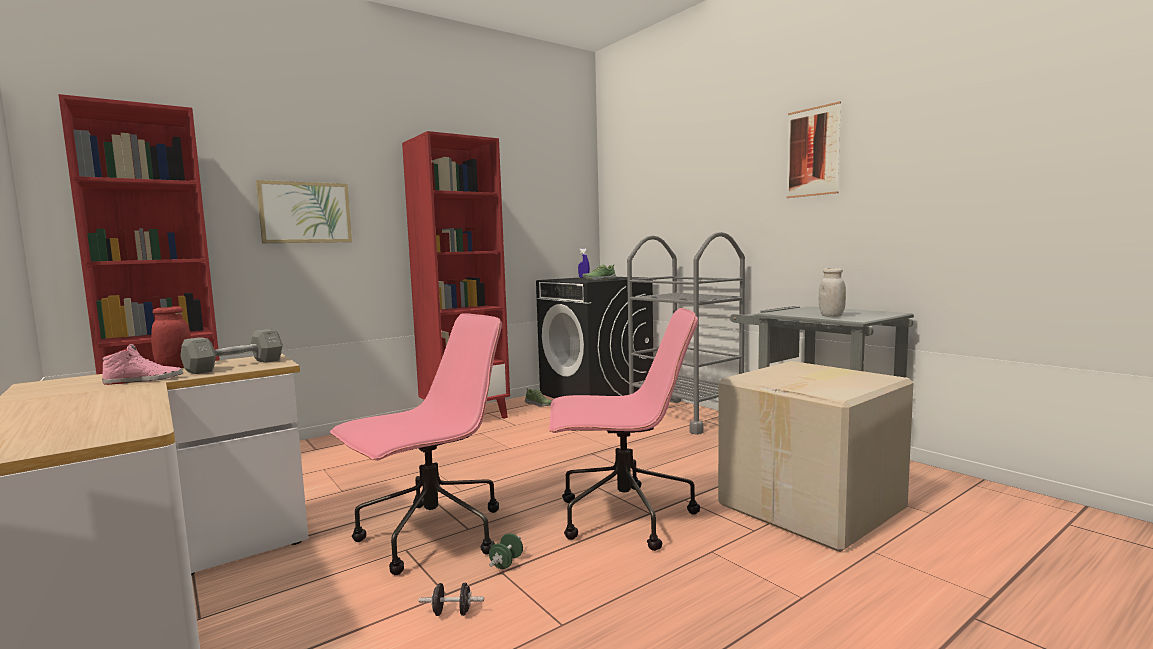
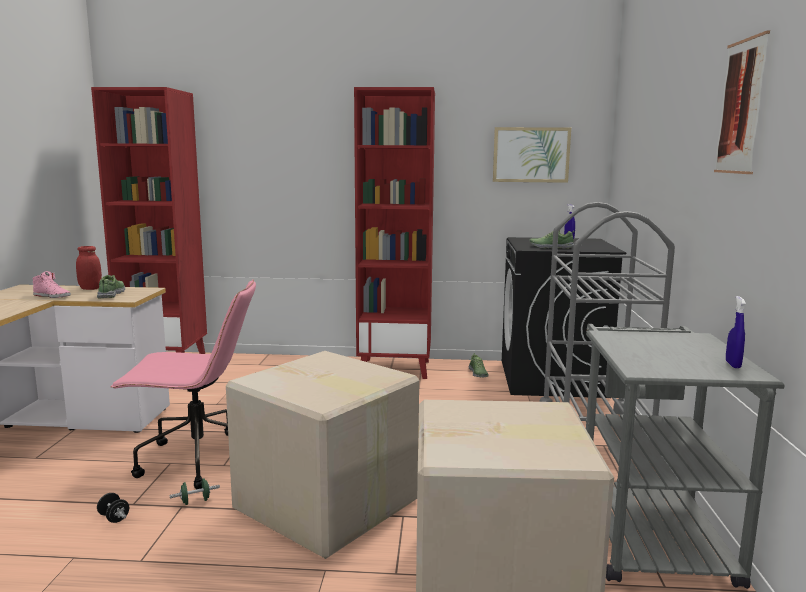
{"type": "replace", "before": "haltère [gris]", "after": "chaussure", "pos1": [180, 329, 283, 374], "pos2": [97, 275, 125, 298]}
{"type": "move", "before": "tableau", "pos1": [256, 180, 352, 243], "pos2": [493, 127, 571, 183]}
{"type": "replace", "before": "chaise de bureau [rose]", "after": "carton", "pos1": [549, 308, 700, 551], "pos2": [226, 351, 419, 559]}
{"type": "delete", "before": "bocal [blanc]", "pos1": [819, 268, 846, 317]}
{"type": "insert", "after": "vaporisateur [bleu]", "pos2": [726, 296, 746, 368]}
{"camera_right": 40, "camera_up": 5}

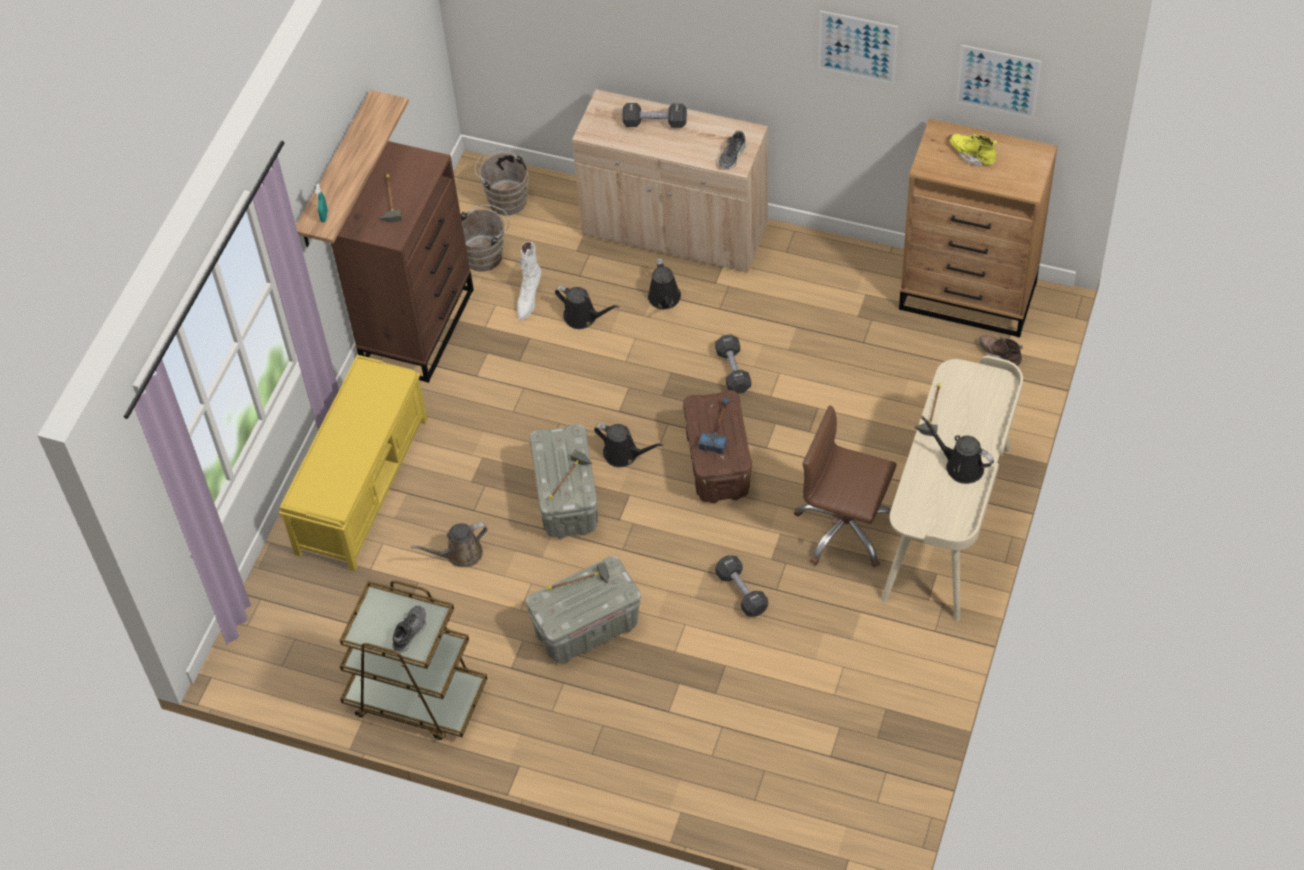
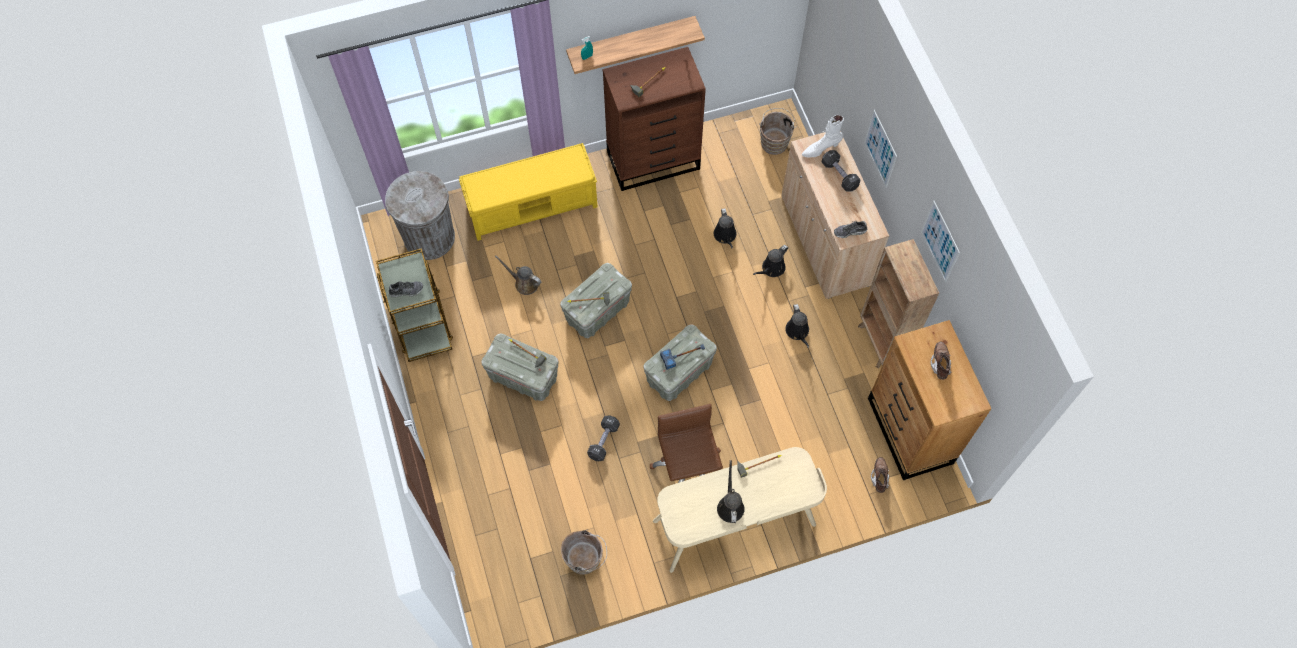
{"type": "move", "before": "seau [marron]", "pos1": [461, 205, 509, 271], "pos2": [561, 530, 607, 575]}
{"type": "move", "before": "botte [blanc]", "pos1": [517, 242, 541, 320], "pos2": [802, 115, 844, 158]}
{"type": "move", "before": "arrosoir [noir]", "pos1": [594, 423, 663, 467], "pos2": [785, 304, 809, 348]}
{"type": "recolor", "before": "boîte de rangement [marron]", "after": "boîte de rangement [gris]", "pos1": [683, 390, 752, 503], "pos2": [644, 324, 717, 401]}
{"type": "delete", "before": "haltère [noir]", "pos1": [715, 335, 751, 394]}
{"type": "recolor", "before": "botte [jaune]", "after": "botte [marron]", "pos1": [950, 134, 997, 167], "pos2": [931, 342, 951, 380]}
{"type": "move", "before": "tableau", "pos1": [956, 45, 1042, 119], "pos2": [864, 110, 897, 188]}
{"type": "insert", "after": "poubelle [gris]", "pos2": [385, 171, 455, 260]}
{"type": "insert", "after": "bibliothèque [marron]", "pos2": [858, 239, 939, 369]}
{"camera_right": 50, "camera_up": 10}

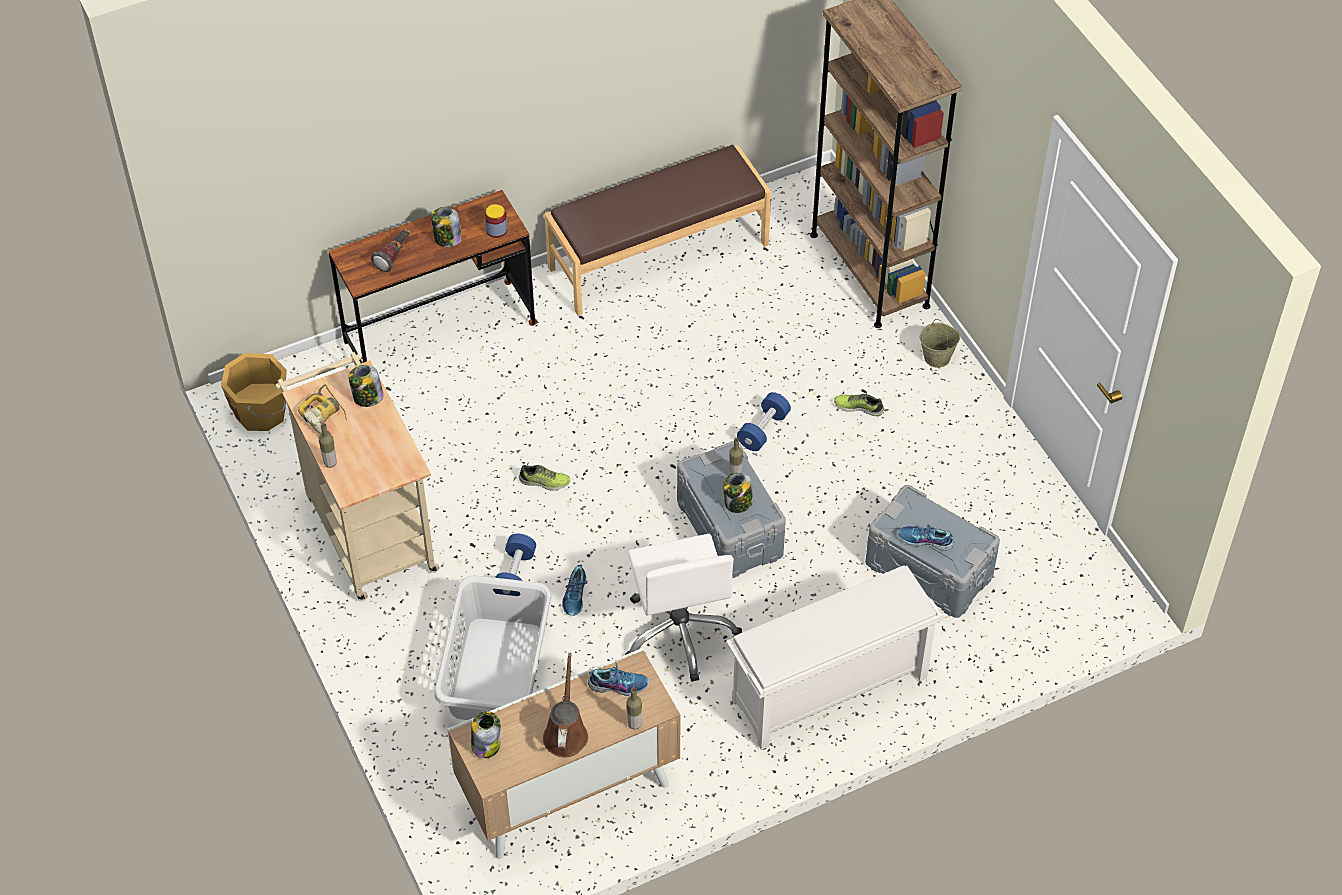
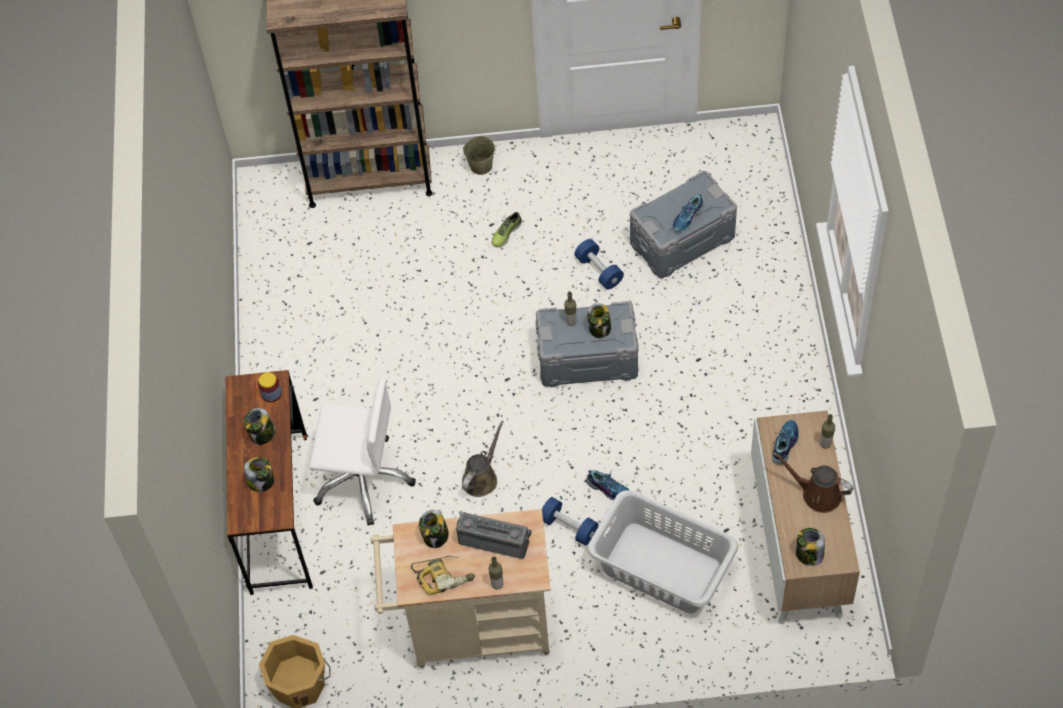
{"type": "replace", "before": "lampe de poche", "after": "bocal", "pos1": [371, 229, 410, 272], "pos2": [244, 457, 274, 492]}
{"type": "replace", "before": "chaussure", "after": "arrosoir [marron]", "pos1": [519, 465, 570, 491], "pos2": [462, 421, 504, 497]}
{"type": "delete", "before": "banc [marron]", "pos1": [545, 145, 771, 316]}
{"type": "move", "before": "chaise de bureau [blanc]", "pos1": [625, 534, 742, 682], "pos2": [309, 376, 416, 525]}
{"type": "delete", "before": "étagère à chaussures [blanc]", "pos1": [726, 565, 943, 750]}
{"type": "move", "before": "haltère [bleu]", "pos1": [737, 392, 791, 451], "pos2": [574, 239, 624, 289]}
{"type": "insert", "after": "radio", "pos2": [456, 512, 532, 559]}
{"camera_right": -65, "camera_up": 5}

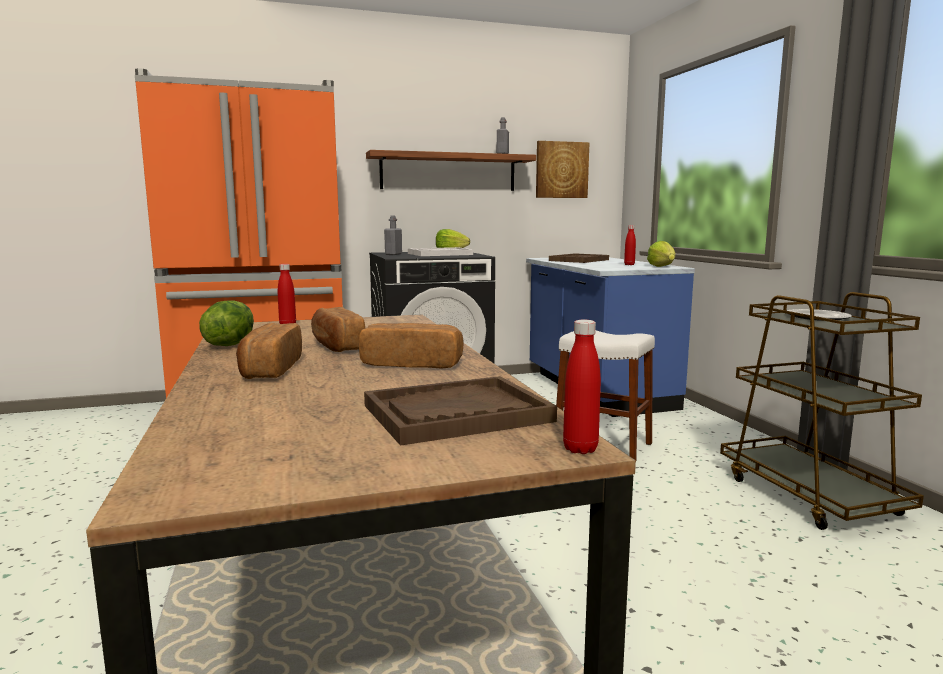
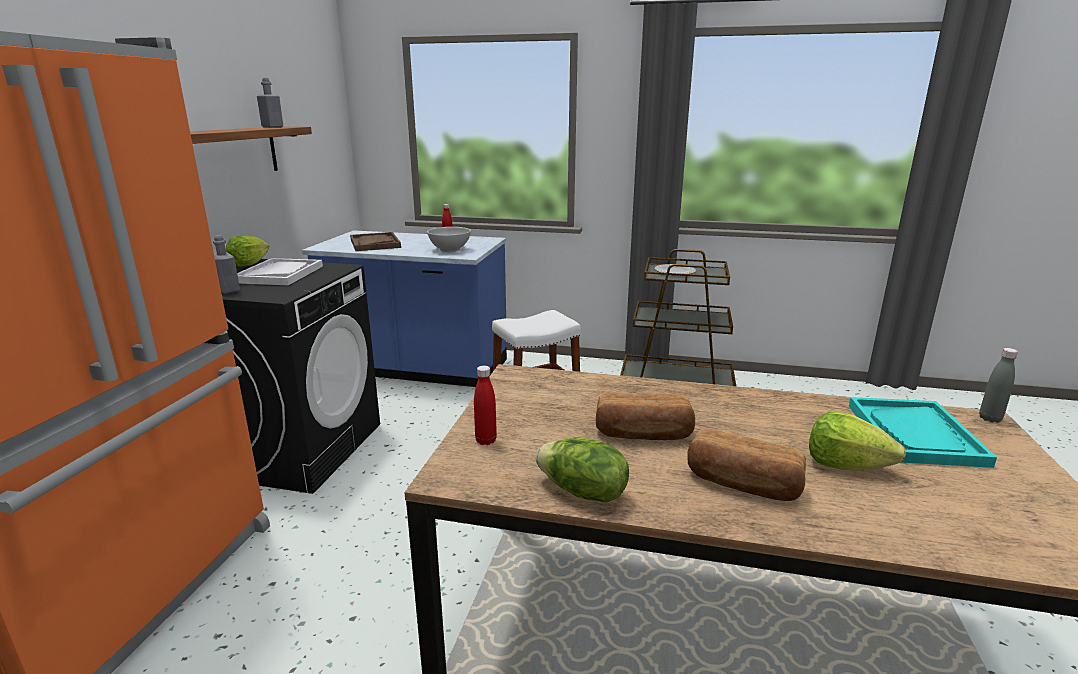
{"type": "delete", "before": "pain", "pos1": [359, 323, 463, 369]}
{"type": "recolor", "before": "plateau [marron]", "after": "plateau [turquoise]", "pos1": [364, 376, 557, 446], "pos2": [849, 397, 997, 468]}
{"type": "delete", "before": "tableau", "pos1": [536, 141, 590, 198]}
{"type": "recolor", "before": "bouteille [rouge]", "after": "bouteille [gris]", "pos1": [563, 320, 601, 454], "pos2": [979, 348, 1018, 423]}
{"type": "move", "before": "laitue", "pos1": [647, 241, 675, 267], "pos2": [809, 411, 906, 471]}
{"type": "insert", "after": "bol [blanc]", "pos2": [427, 227, 471, 252]}
{"camera_right": -60, "camera_up": 10}

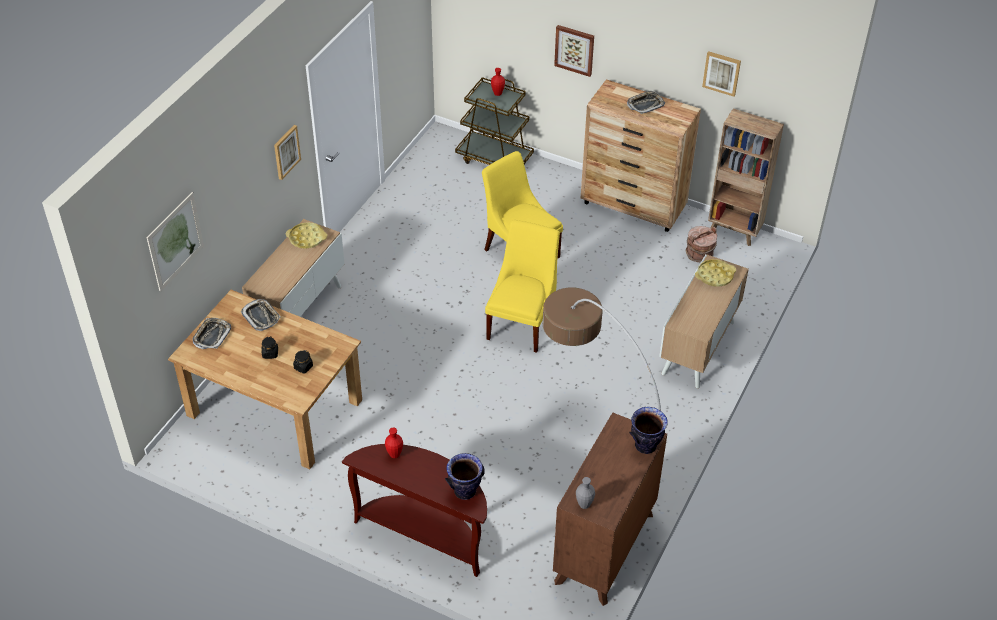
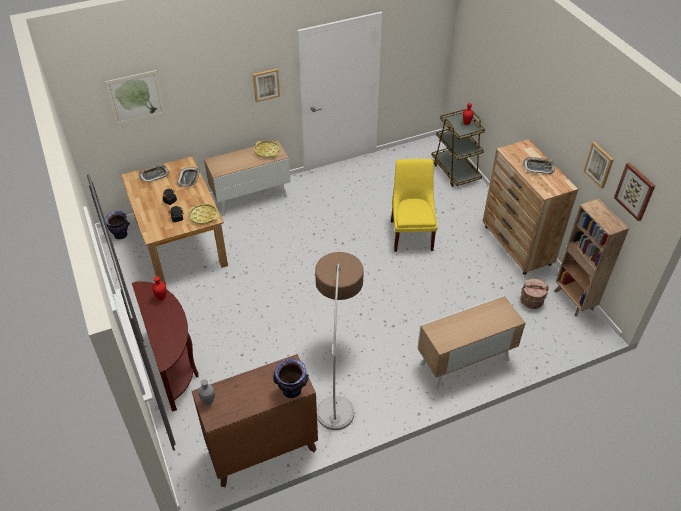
{"type": "move", "before": "vase", "pos1": [445, 453, 485, 500], "pos2": [105, 211, 130, 239]}
{"type": "delete", "before": "chaise [jaune]", "pos1": [485, 220, 560, 353]}
{"type": "move", "before": "tableau", "pos1": [554, 25, 594, 77], "pos2": [614, 163, 655, 221]}
{"type": "move", "before": "plateau [jaune]", "pos1": [695, 259, 736, 287], "pos2": [188, 204, 219, 224]}
{"camera_right": 40, "camera_up": 0}

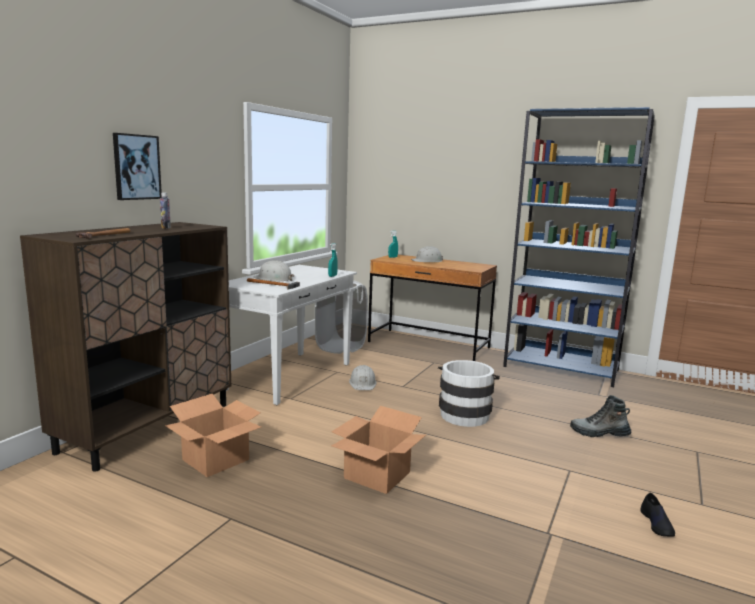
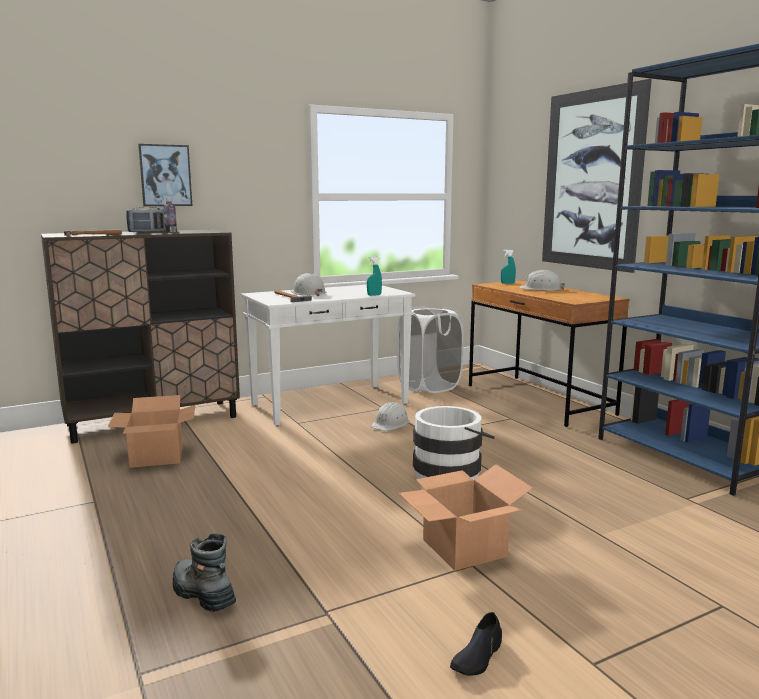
{"type": "move", "before": "carton", "pos1": [331, 406, 426, 494], "pos2": [398, 464, 533, 571]}
{"type": "move", "before": "botte", "pos1": [570, 395, 632, 437], "pos2": [173, 533, 236, 612]}
{"type": "insert", "after": "radio", "pos2": [126, 207, 165, 232]}
{"type": "insert", "after": "tableau", "pos2": [542, 79, 652, 273]}
{"camera_right": 35, "camera_up": 0}

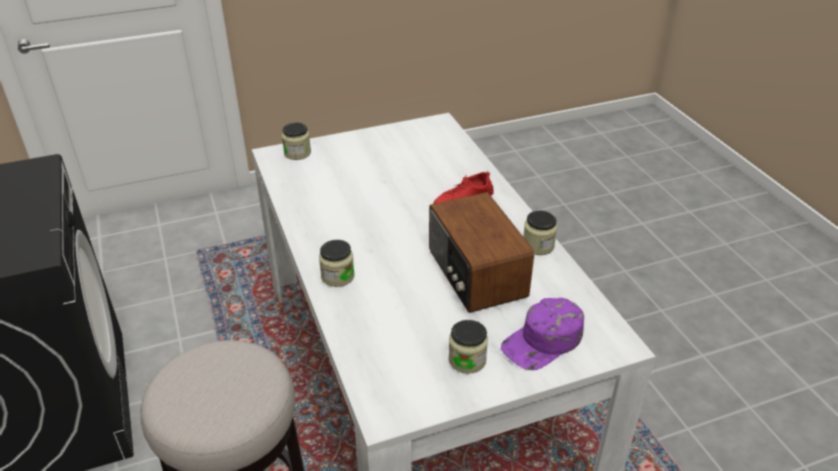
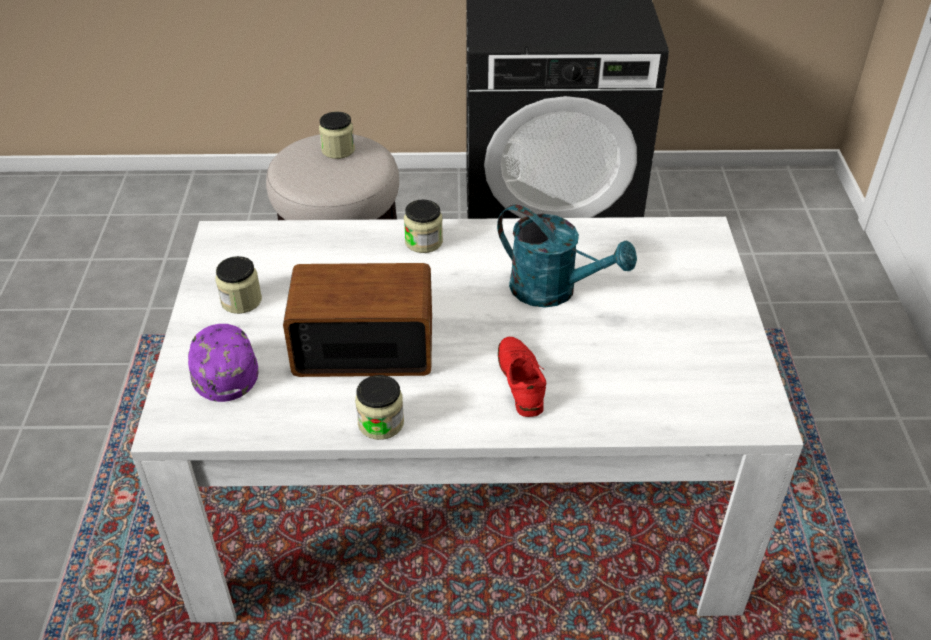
{"type": "move", "before": "bocal", "pos1": [282, 123, 311, 160], "pos2": [319, 112, 355, 159]}
{"type": "insert", "after": "arrosoir [turquoise]", "pos2": [497, 204, 637, 308]}
{"camera_right": 110, "camera_up": 5}

